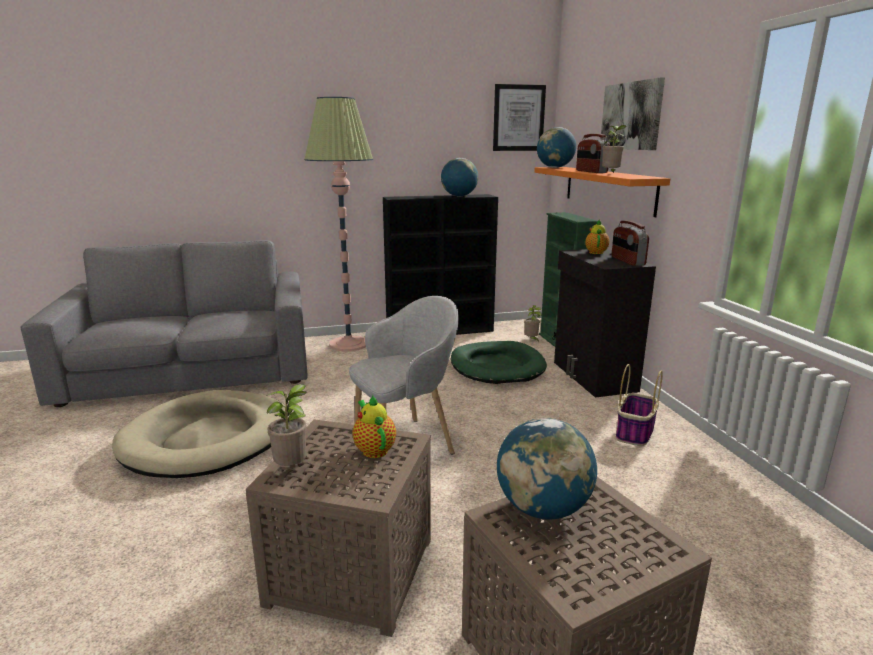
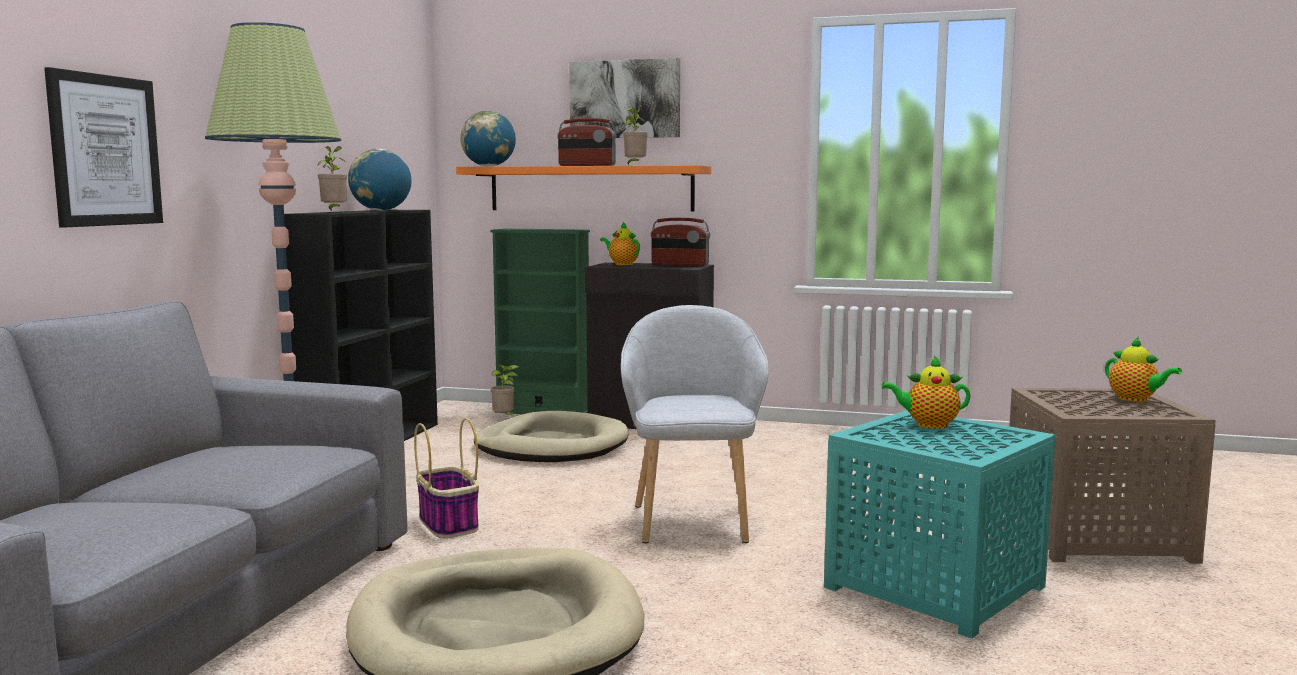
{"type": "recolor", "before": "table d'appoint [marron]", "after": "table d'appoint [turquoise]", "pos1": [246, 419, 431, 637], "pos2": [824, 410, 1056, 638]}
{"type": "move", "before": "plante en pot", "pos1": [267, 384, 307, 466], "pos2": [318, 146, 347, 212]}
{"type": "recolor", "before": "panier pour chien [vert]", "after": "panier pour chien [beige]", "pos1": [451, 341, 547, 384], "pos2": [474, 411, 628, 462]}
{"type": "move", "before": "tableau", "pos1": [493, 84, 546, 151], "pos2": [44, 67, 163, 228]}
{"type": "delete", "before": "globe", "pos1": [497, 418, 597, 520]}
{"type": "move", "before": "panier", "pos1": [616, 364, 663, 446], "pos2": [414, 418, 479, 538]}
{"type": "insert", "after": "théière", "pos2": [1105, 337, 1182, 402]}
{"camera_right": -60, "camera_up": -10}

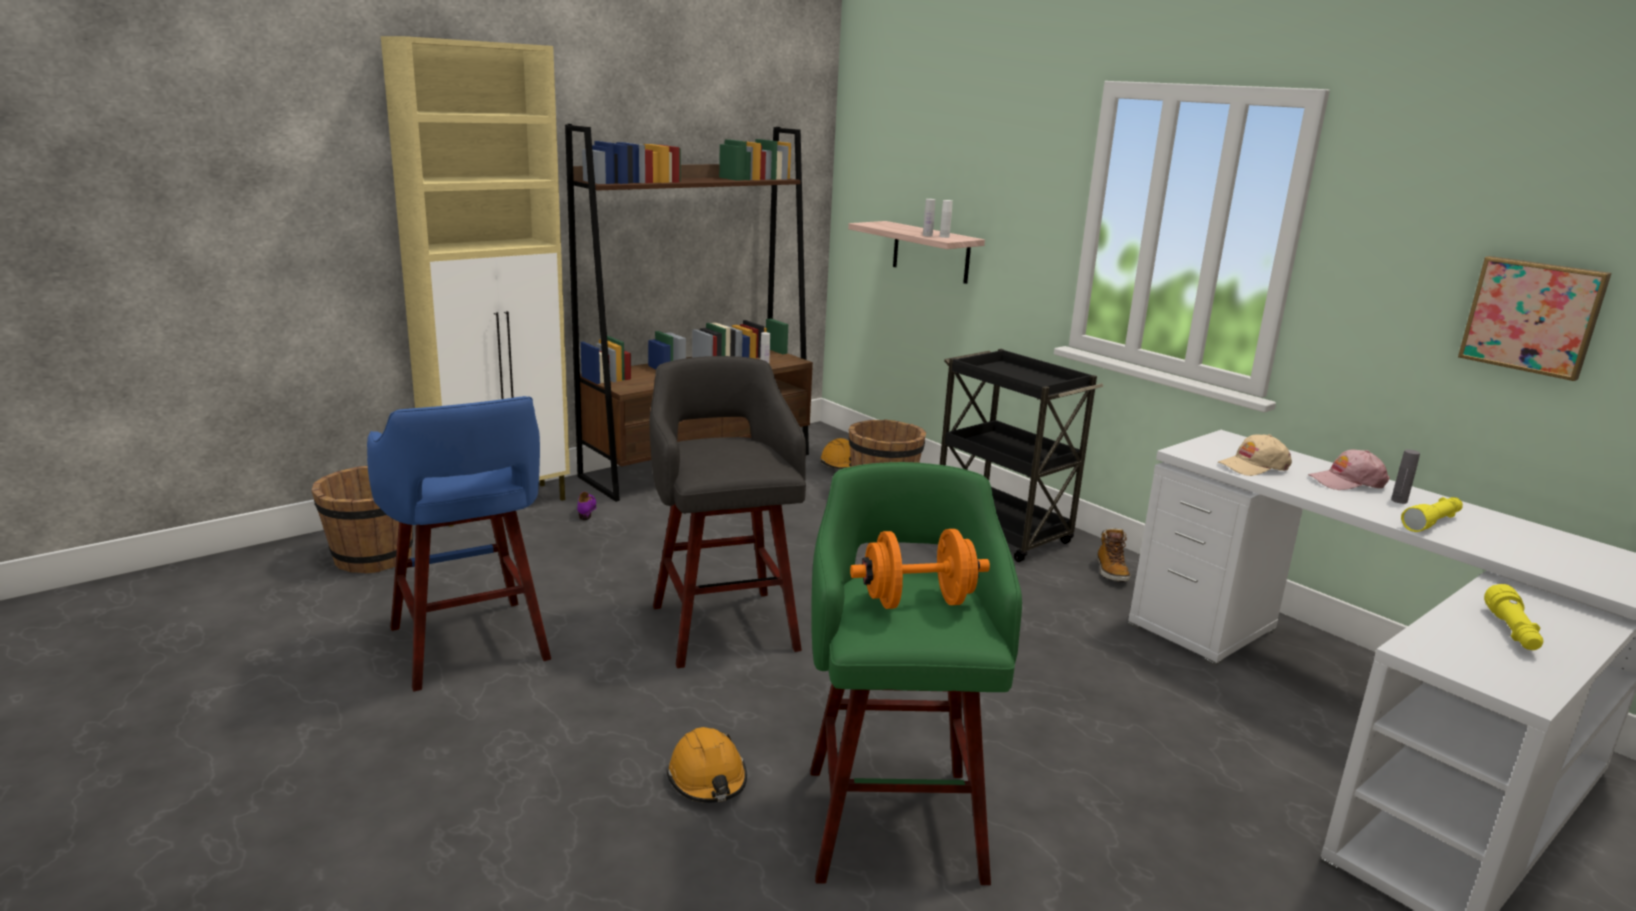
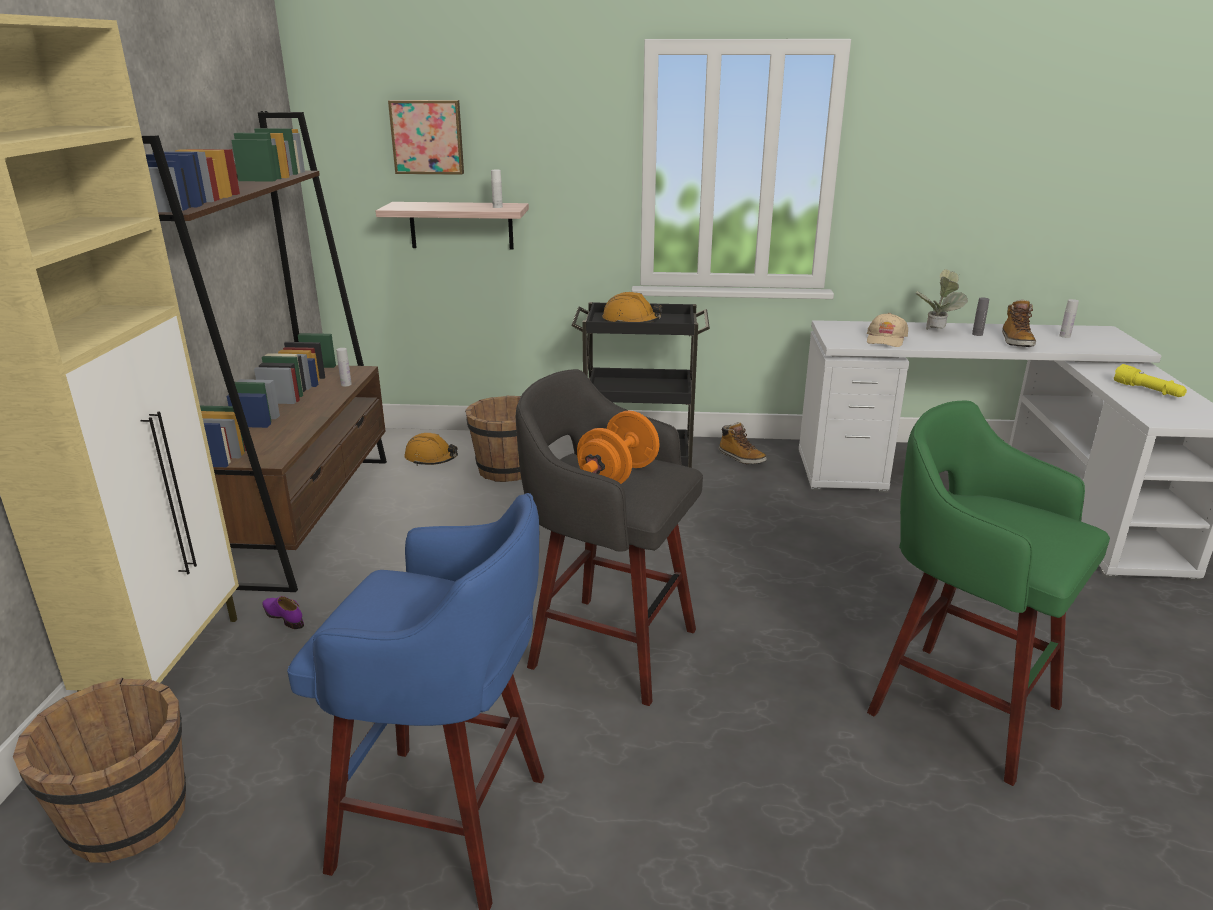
{"type": "move", "before": "casque de chantier [orange]", "pos1": [667, 727, 747, 803], "pos2": [603, 292, 663, 322]}
{"type": "move", "before": "haltère [orange]", "pos1": [850, 529, 990, 609], "pos2": [577, 411, 659, 484]}
{"type": "move", "before": "bouteille [blanc]", "pos1": [923, 199, 935, 236], "pos2": [1059, 299, 1079, 338]}
{"type": "replace", "before": "casquette [rose]", "after": "plante en pot", "pos1": [1308, 450, 1390, 490], "pos2": [915, 269, 968, 330]}
{"type": "replace", "before": "lampe de poche [jaune]", "after": "botte", "pos1": [1401, 497, 1463, 532], "pos2": [1002, 299, 1036, 347]}
{"type": "move", "before": "tableau", "pos1": [1458, 256, 1612, 381], "pos2": [388, 100, 464, 175]}
{"camera_right": -45, "camera_up": 5}

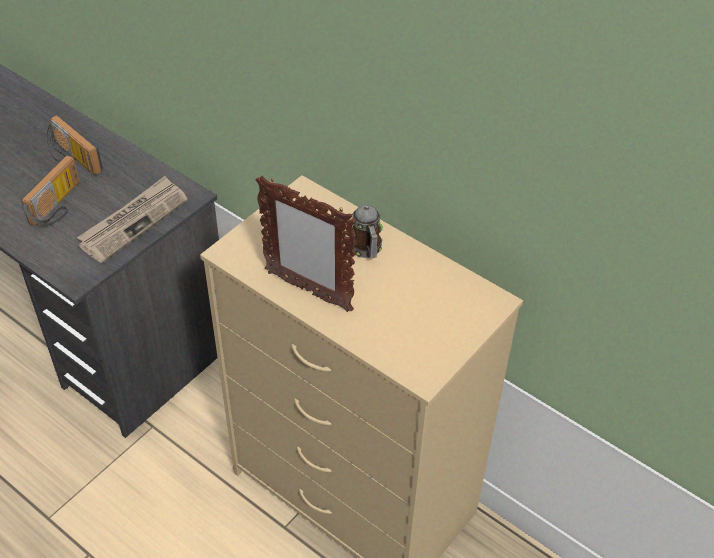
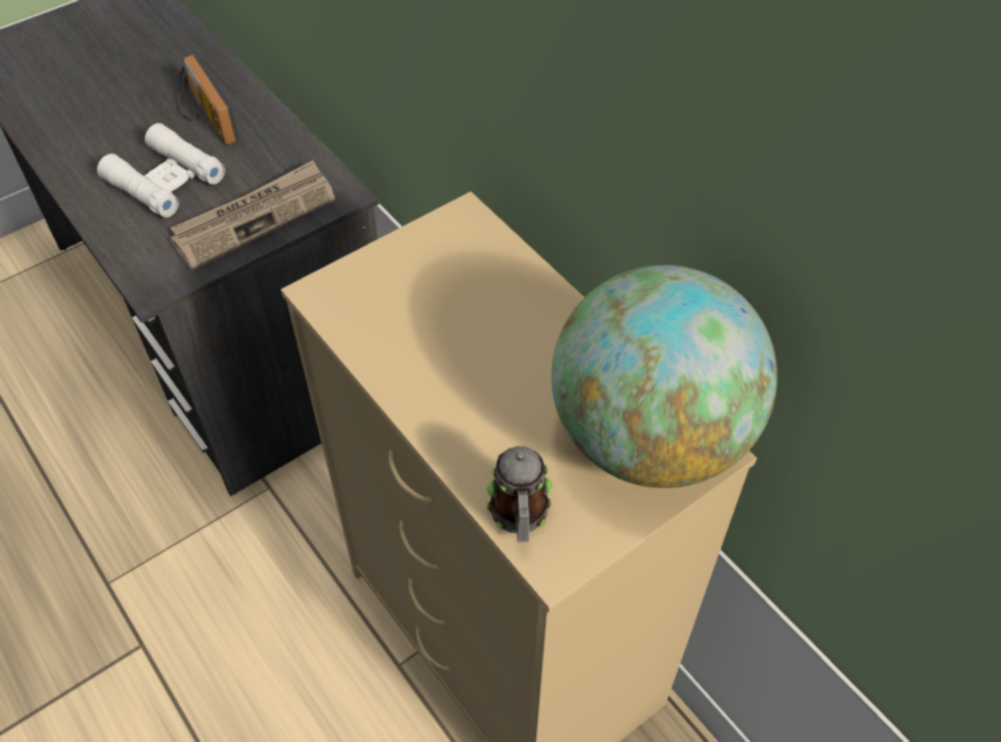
{"type": "replace", "before": "radio", "after": "jumelles [blanc]", "pos1": [21, 155, 80, 226], "pos2": [97, 123, 225, 217]}
{"type": "delete", "before": "cadre photo", "pos1": [255, 176, 356, 312]}
{"type": "move", "before": "mug", "pos1": [352, 204, 383, 258], "pos2": [487, 446, 552, 542]}
{"type": "insert", "after": "globe", "pos2": [551, 265, 777, 488]}
{"camera_right": 15, "camera_up": 5}

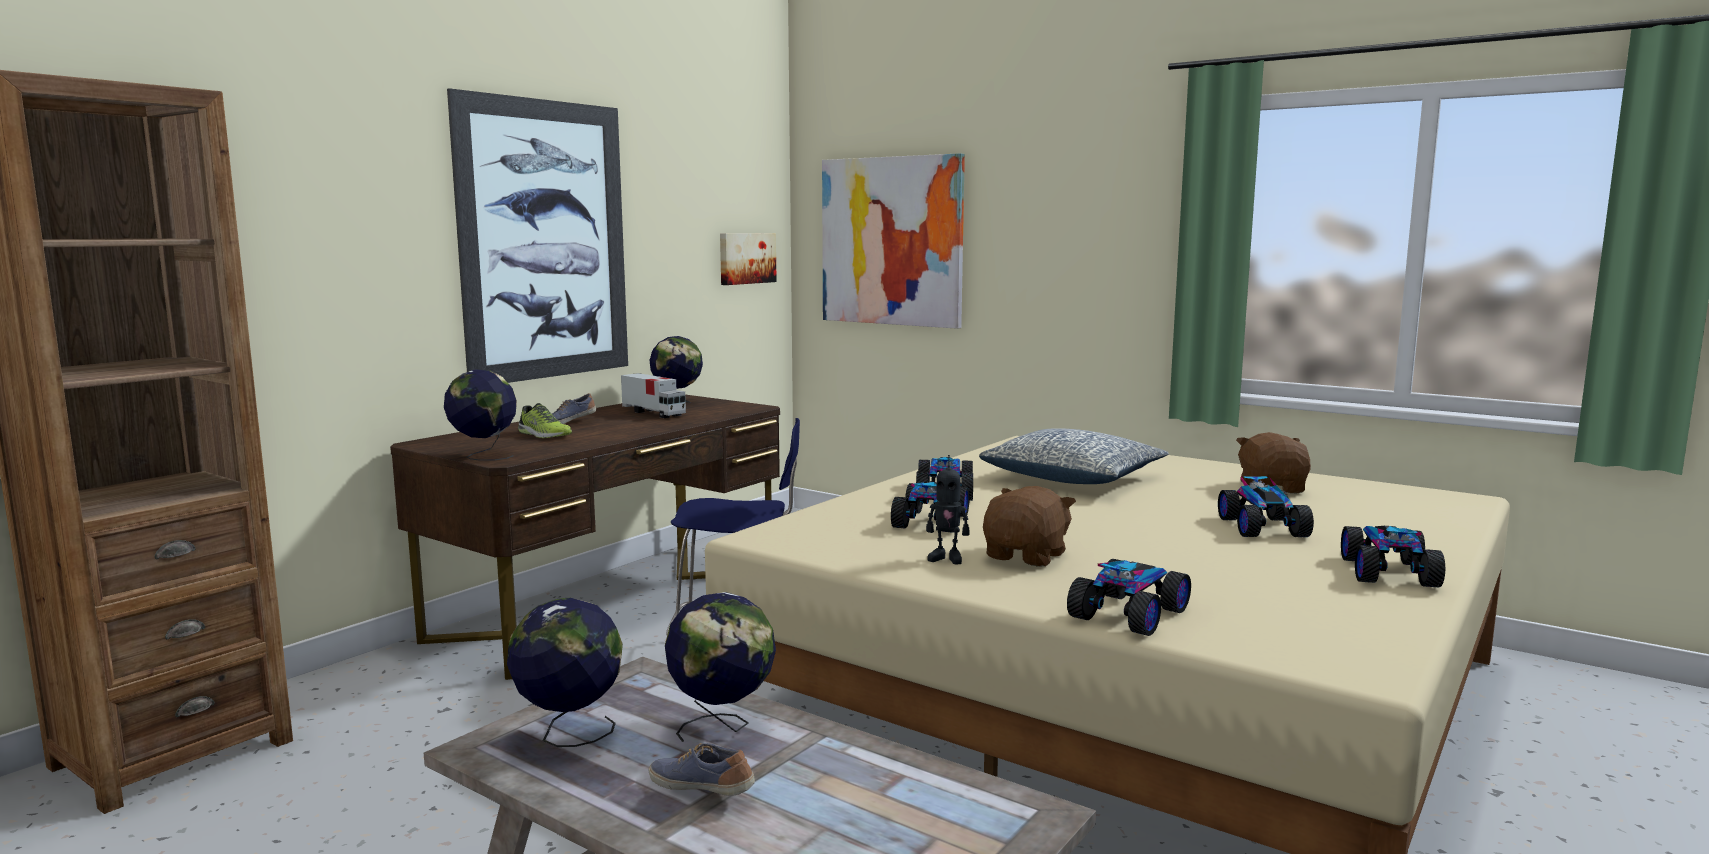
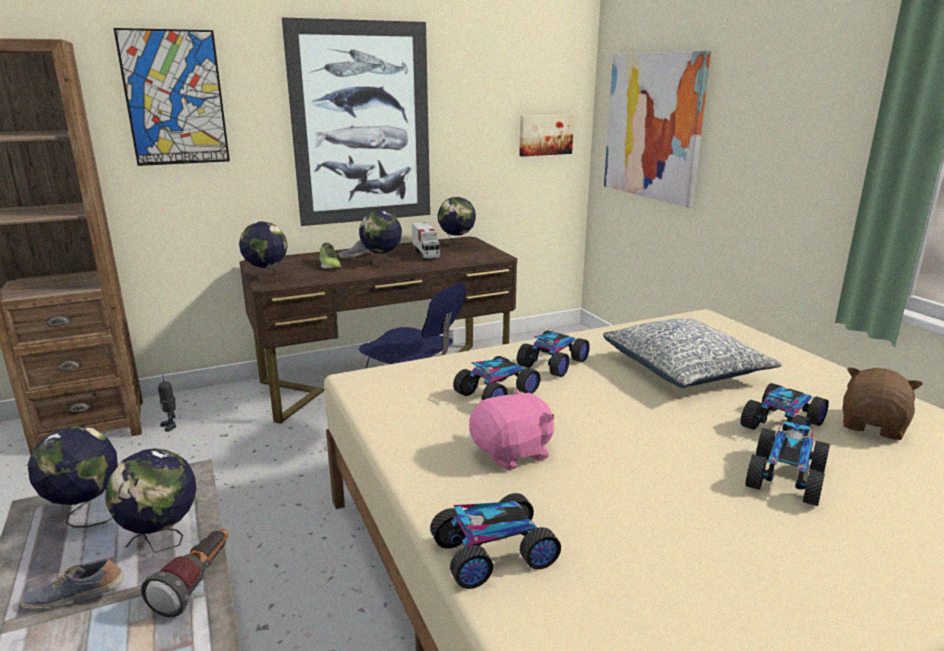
{"type": "rotate", "before": "chaussure", "pos1": [648, 743, 755, 796], "pos2": [20, 558, 124, 612], "turn": -75}
{"type": "move", "before": "robot jouet", "pos1": [926, 455, 970, 564], "pos2": [158, 375, 176, 432]}
{"type": "recolor", "before": "peluche [marron]", "after": "peluche [rose]", "pos1": [983, 486, 1076, 567], "pos2": [469, 388, 554, 471]}
{"type": "move", "before": "petite voiture", "pos1": [1341, 526, 1445, 588], "pos2": [741, 383, 829, 436]}
{"type": "insert", "after": "tableau", "pos2": [113, 28, 230, 166]}
{"type": "insert", "after": "lampe de poche", "pos2": [141, 529, 228, 617]}
{"type": "insert", "after": "globe", "pos2": [359, 210, 402, 266]}
{"camera_right": 30, "camera_up": 10}

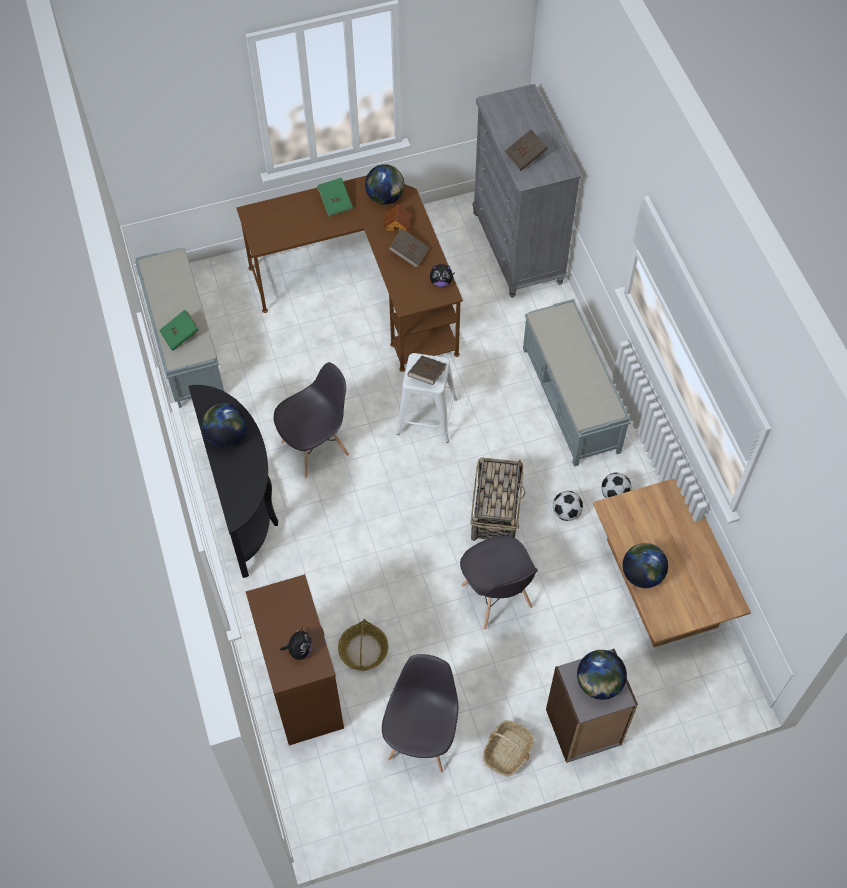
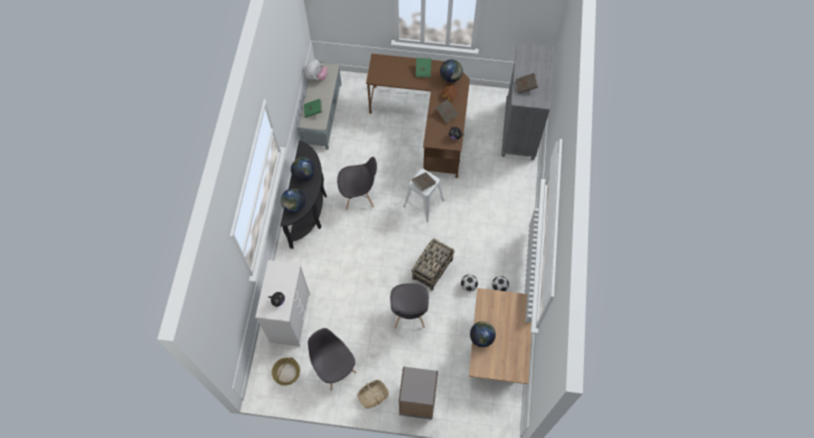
{"type": "recolor", "before": "commode [marron]", "after": "commode [blanc]", "pos1": [246, 574, 344, 745], "pos2": [255, 260, 310, 346]}
{"type": "move", "before": "panier", "pos1": [338, 619, 388, 671], "pos2": [272, 357, 300, 386]}
{"type": "rotate", "before": "chaise [gris]", "pos1": [382, 654, 458, 773], "pos2": [308, 328, 356, 391], "turn": -75}
{"type": "delete", "before": "banc [gris]", "pos1": [523, 299, 631, 467]}
{"type": "move", "before": "globe", "pos1": [577, 650, 627, 700], "pos2": [281, 188, 306, 213]}
{"type": "insert", "after": "peluche", "pos2": [305, 59, 328, 80]}
{"camera_right": 25, "camera_up": 5}

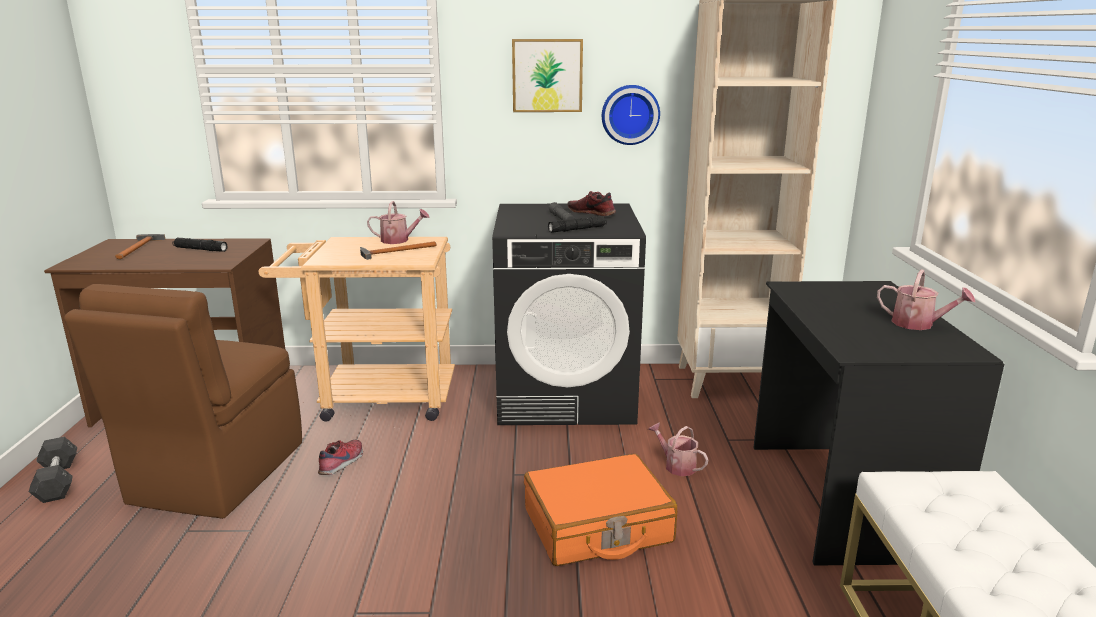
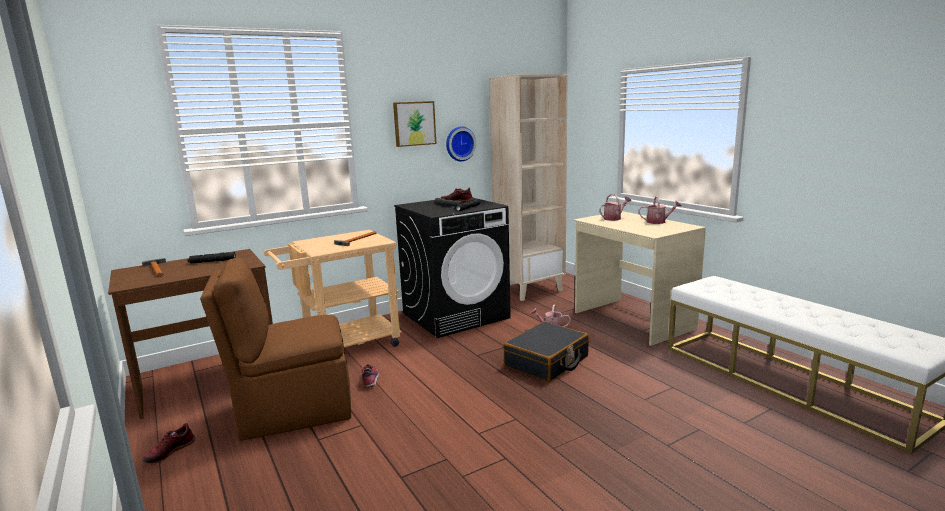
{"type": "replace", "before": "haltère [gris]", "after": "chaussure", "pos1": [29, 437, 77, 503], "pos2": [142, 423, 195, 465]}
{"type": "rotate", "before": "chaise [marron]", "pos1": [64, 284, 302, 519], "pos2": [200, 258, 351, 441], "turn": 90}
{"type": "move", "before": "arrosoir", "pos1": [367, 201, 430, 244], "pos2": [599, 194, 631, 221]}
{"type": "recolor", "before": "valise [orange]", "after": "valise [noir]", "pos1": [524, 454, 677, 566], "pos2": [503, 322, 589, 382]}
{"type": "recolor", "before": "bureau [noir]", "after": "bureau [beige]", "pos1": [753, 281, 1004, 565], "pos2": [573, 211, 706, 346]}
{"camera_right": -30, "camera_up": -5}

